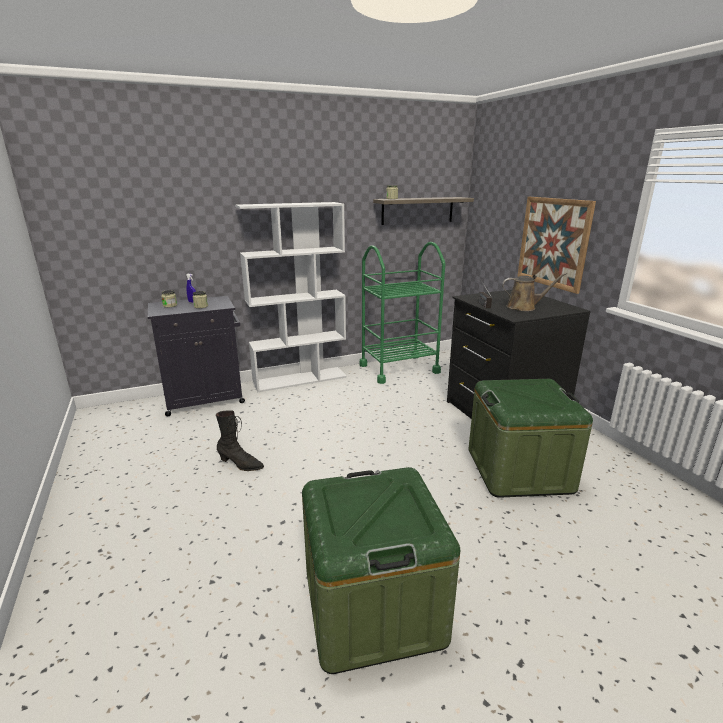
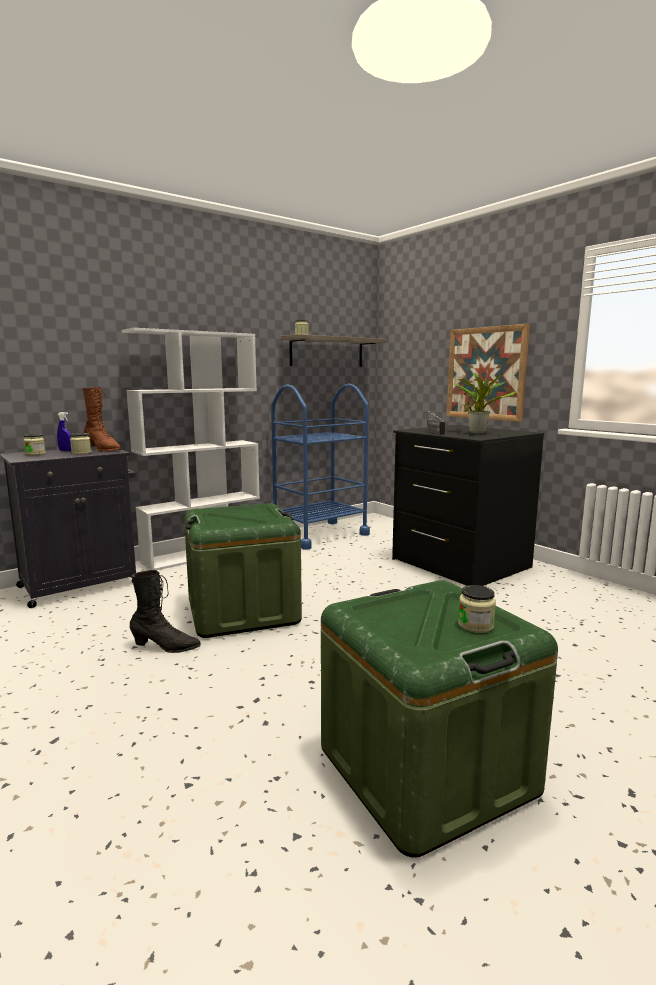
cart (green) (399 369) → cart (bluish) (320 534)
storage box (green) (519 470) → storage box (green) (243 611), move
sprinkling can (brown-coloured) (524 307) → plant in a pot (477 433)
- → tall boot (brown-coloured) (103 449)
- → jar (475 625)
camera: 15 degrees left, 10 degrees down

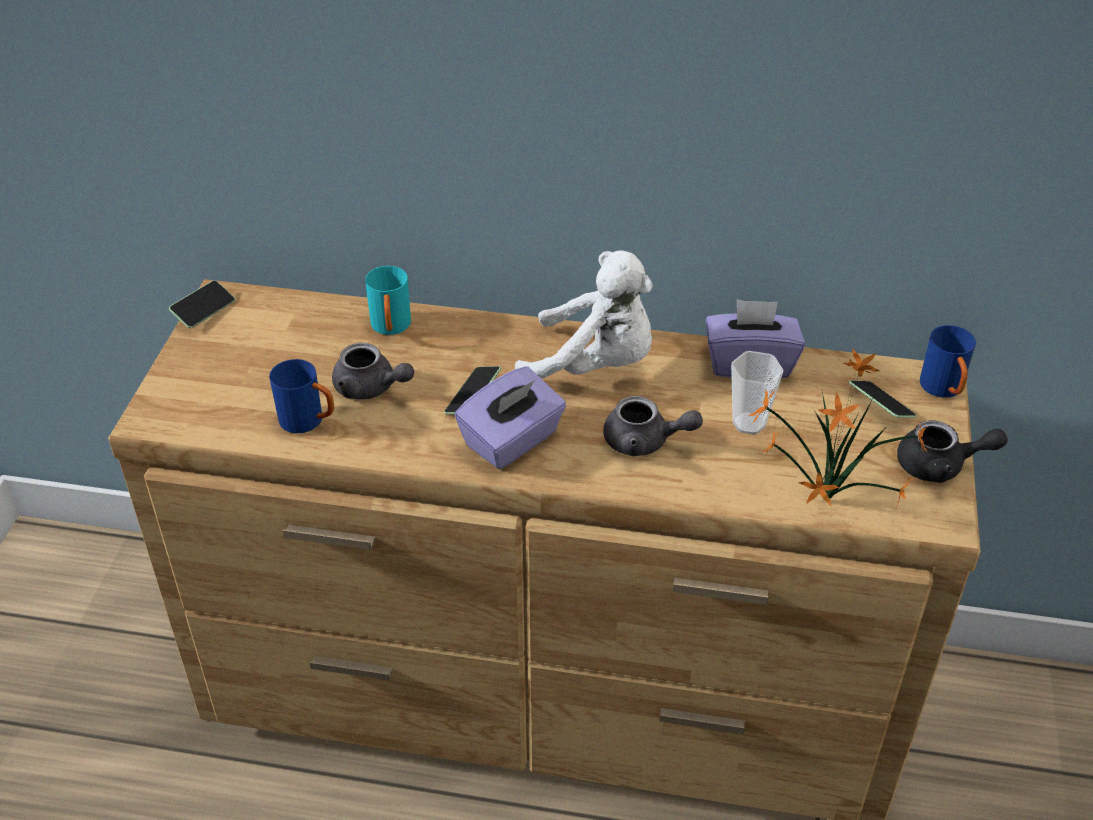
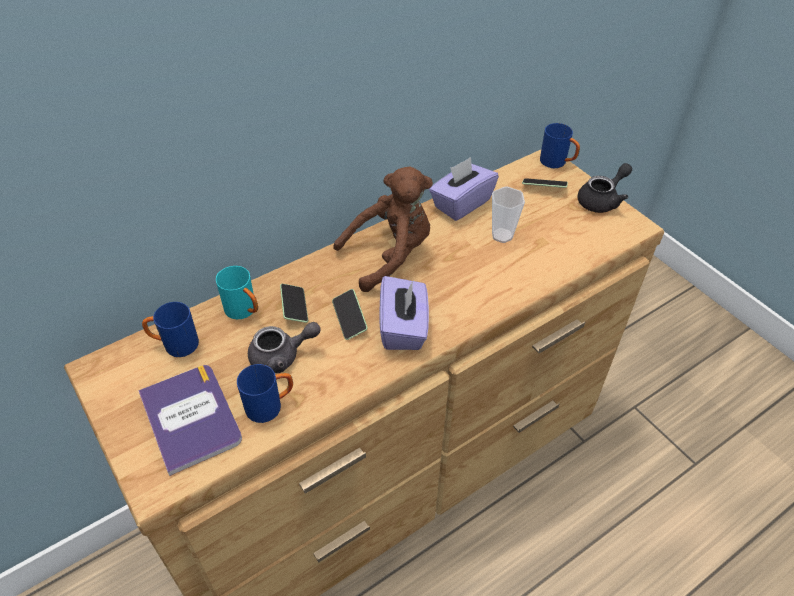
telephone (204 311) → telephone (294 308), move
plush toy (white-coloured) (594 365) → plush toy (brown-coloured) (390 255)
teapot (greyish) (645 442) → -
plant in a pot (820 498) → -
- → bound book (191 418)
- → coffee mug (bluish) (174 345)
camera: 45 degrees left, 5 degrees up

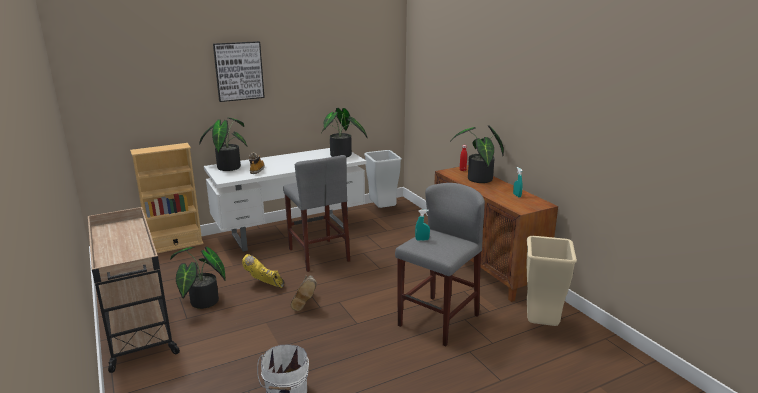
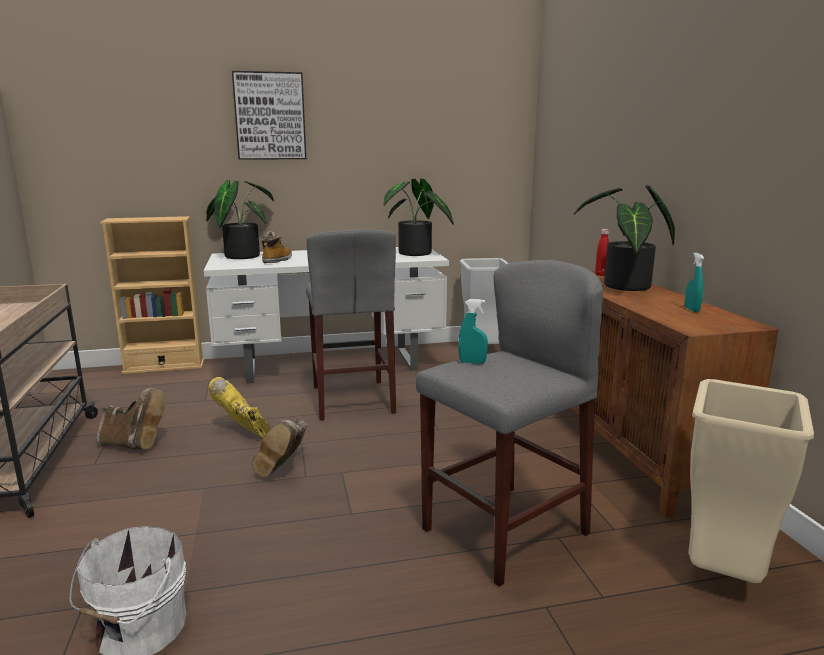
plant in a pot (201 303) → tall boot (brown-coloured) (133 445)
camera: 15 degrees right, 5 degrees down

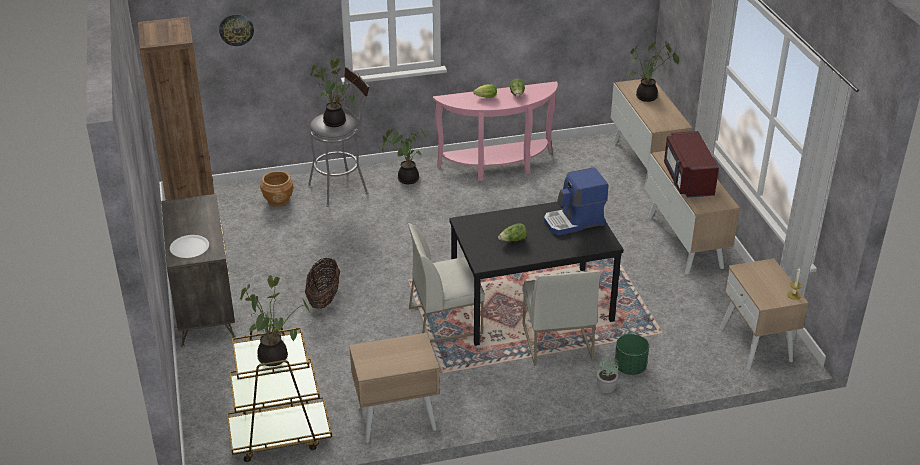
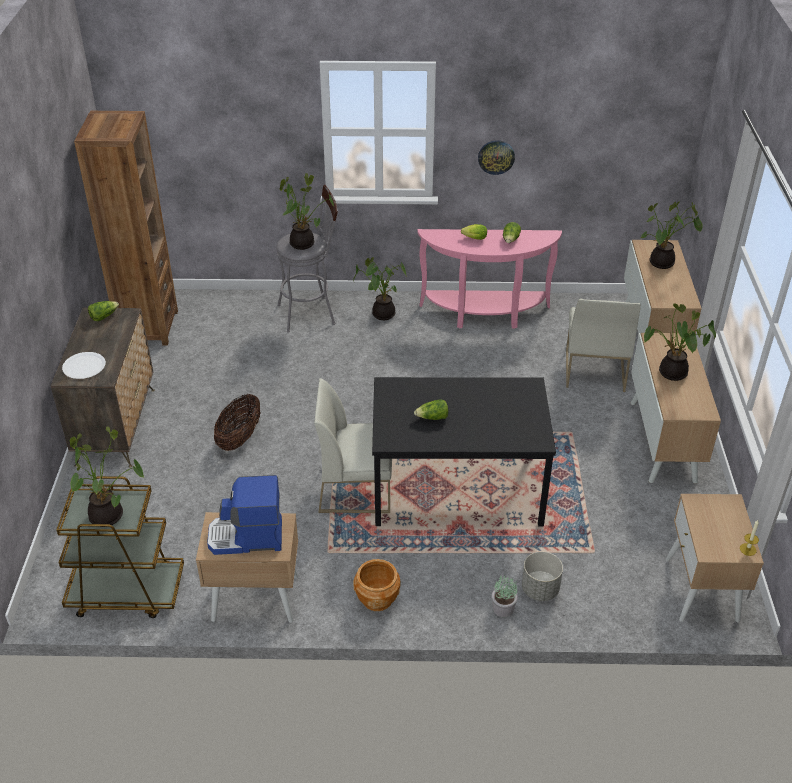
clock on the wall (236 29) → clock on the wall (496 157), move
plant pot (brown-coloured) (278 200) → plant pot (brown-coloured) (377 598), move
upright chair (white-coloured) (556 341) → upright chair (white-coloured) (594 369), move
coffee brewer (574 222) → coffee brewer (246 538), move
plant pot (green) (630 367) → plant pot (greyish) (540 589)
kitchen microwave (reddish) (687 179) → plant in a pot (670 374)
- → lettuce (104 316)
camera: 15 degrees right, 5 degrees up

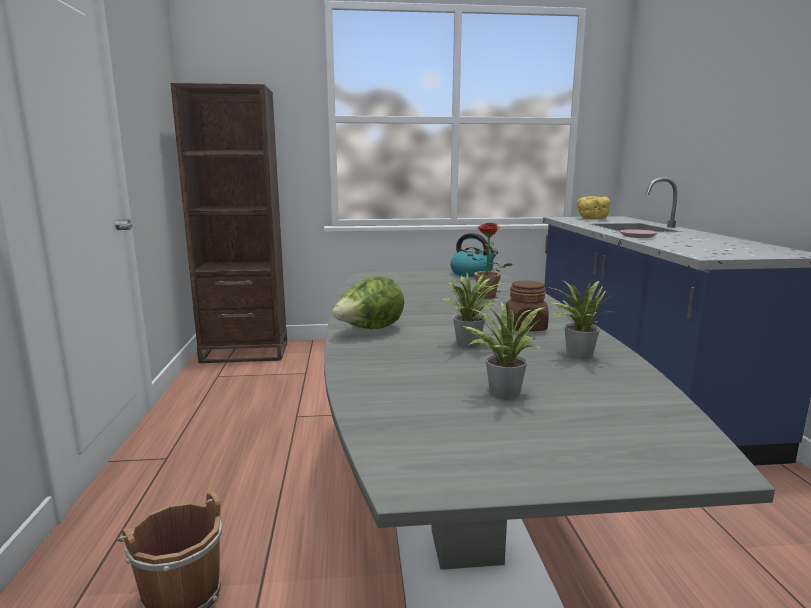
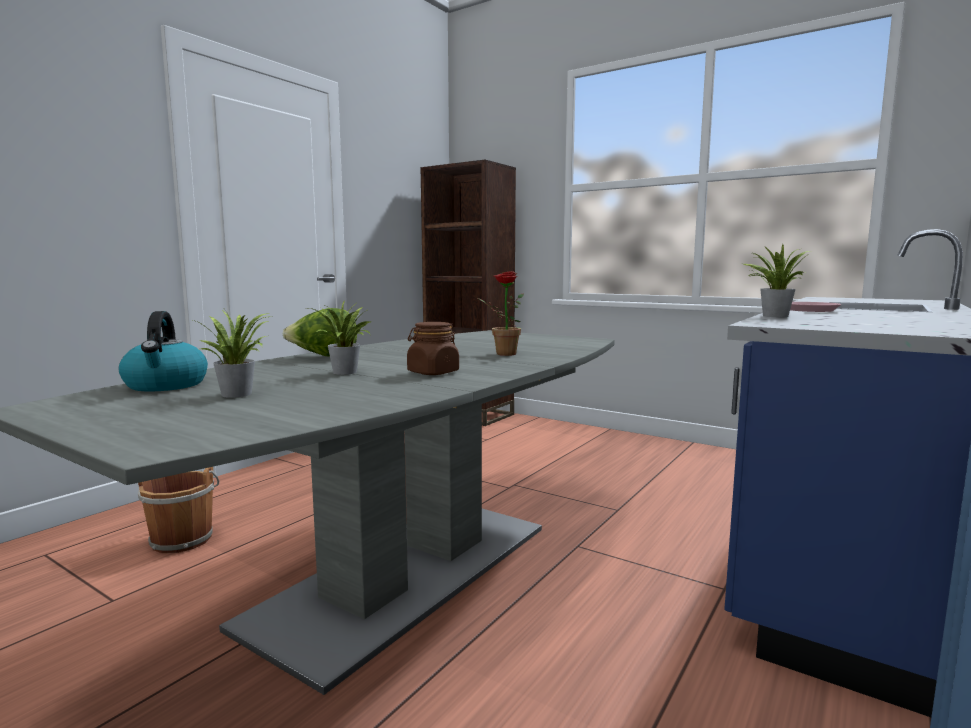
tea kettle (472 273) → tea kettle (166 385), move
plant in a pot (575 354) → plant in a pot (772 316), move
serving bowl (yellowish) (592 219) → -
camera: 40 degrees right, 5 degrees down

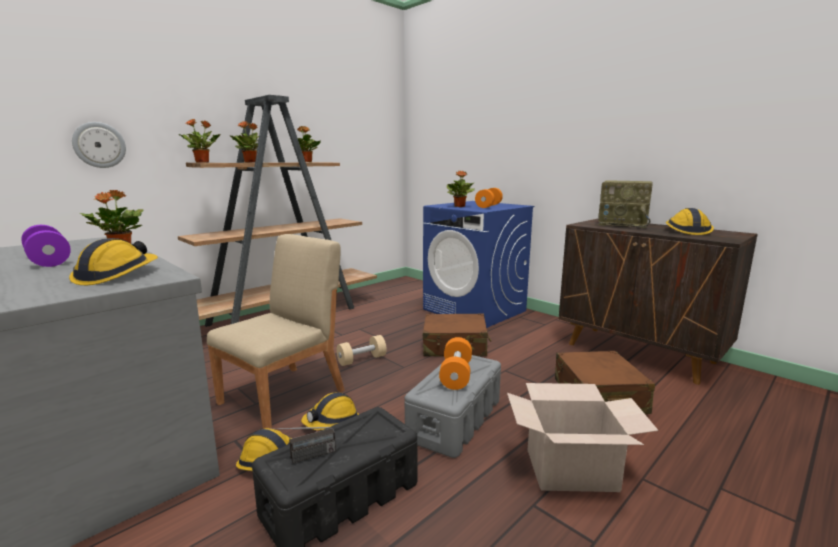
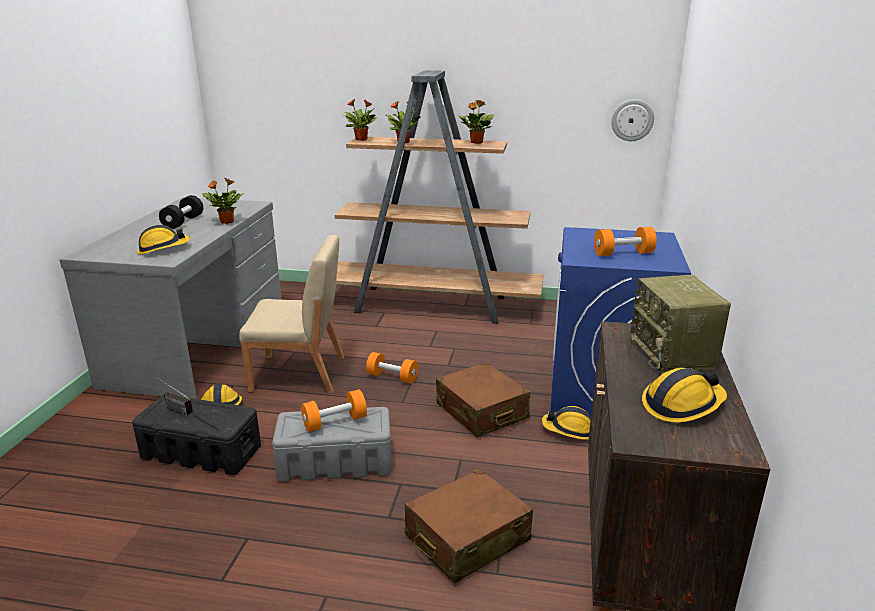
dumbbell (purple-coloured) (48 260) → dumbbell (black) (183 222)
clock on the wall (99 145) → clock on the wall (632 120), move
hard hat (332 421) → hard hat (569 430), move
dumbbell (beige) (362 360) → dumbbell (orange) (392 377)
plant in a pot (460 206) → -
carton (571 470) → -
camera: 55 degrees right, 10 degrees up

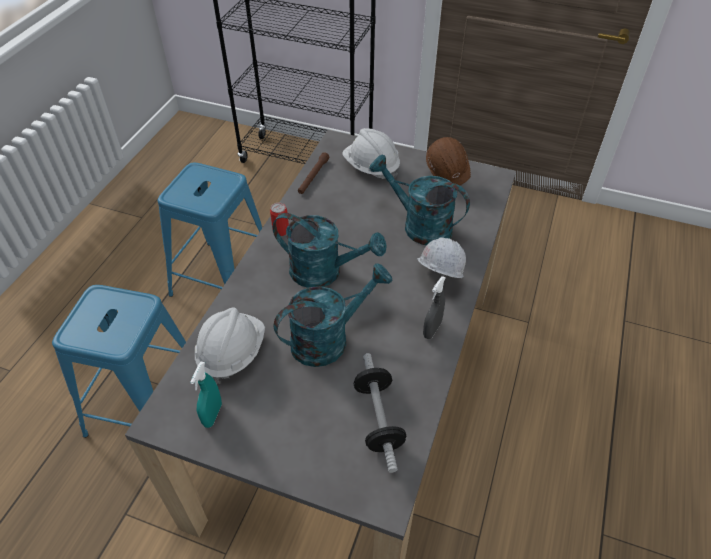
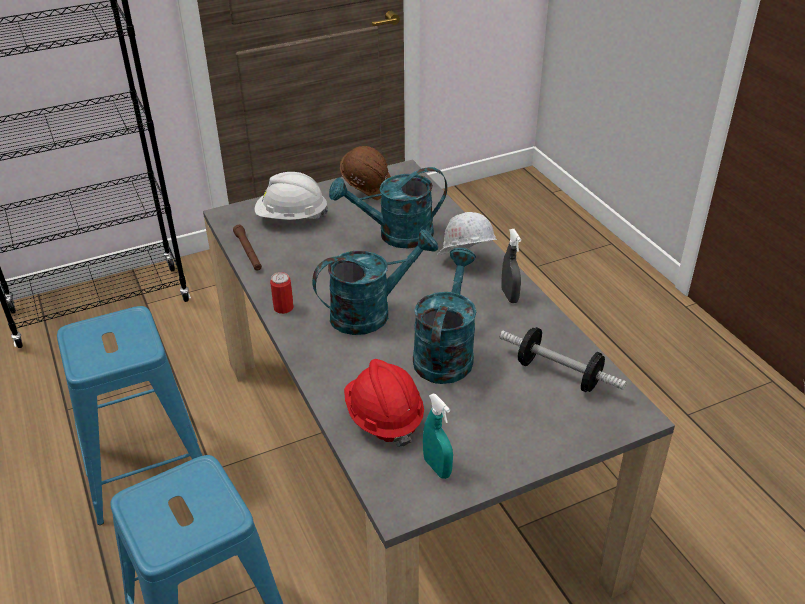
hard hat (white-coloured) (232 353) → hard hat (reddish) (384 417)
camera: 45 degrees left, 10 degrees down

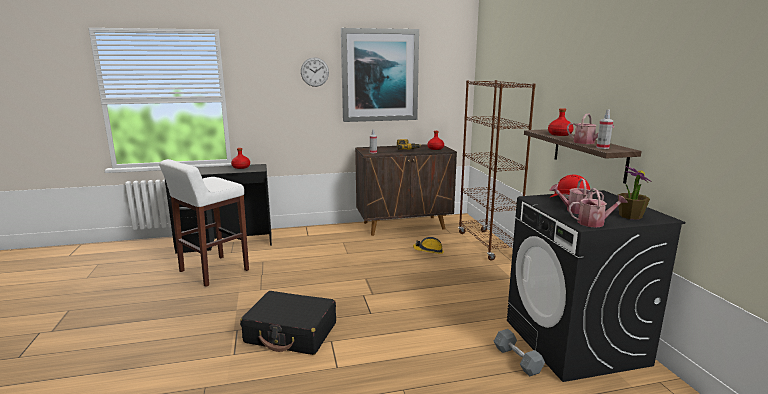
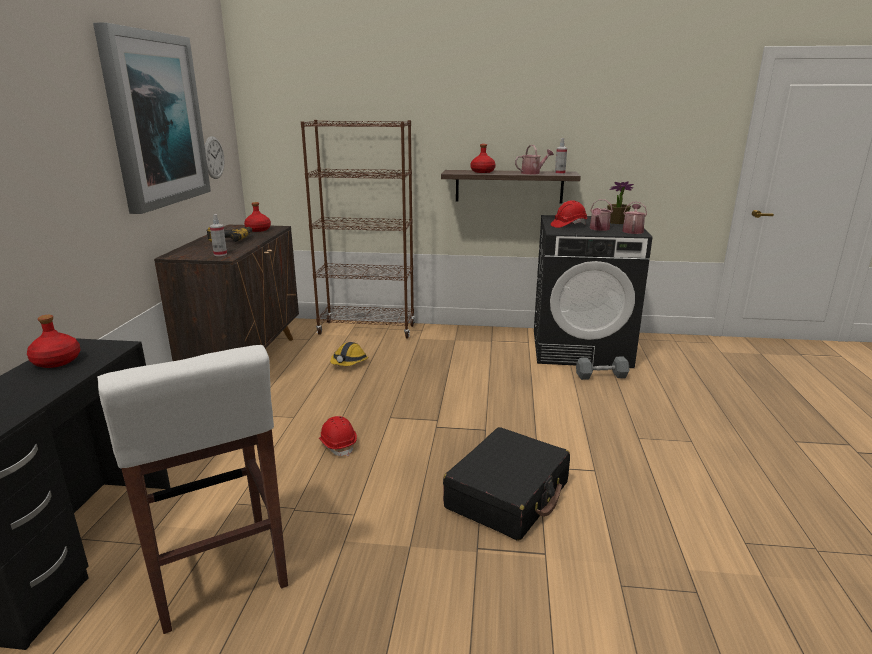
clock on the wall (314 72) → clock on the wall (213 157), move
- → hard hat (reddish) (338 445)
camera: 70 degrees left, 5 degrees up

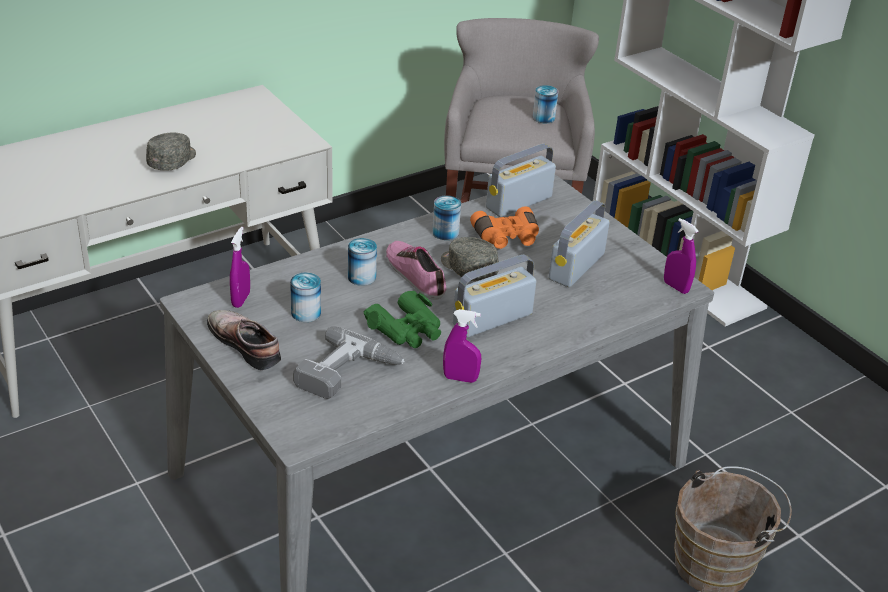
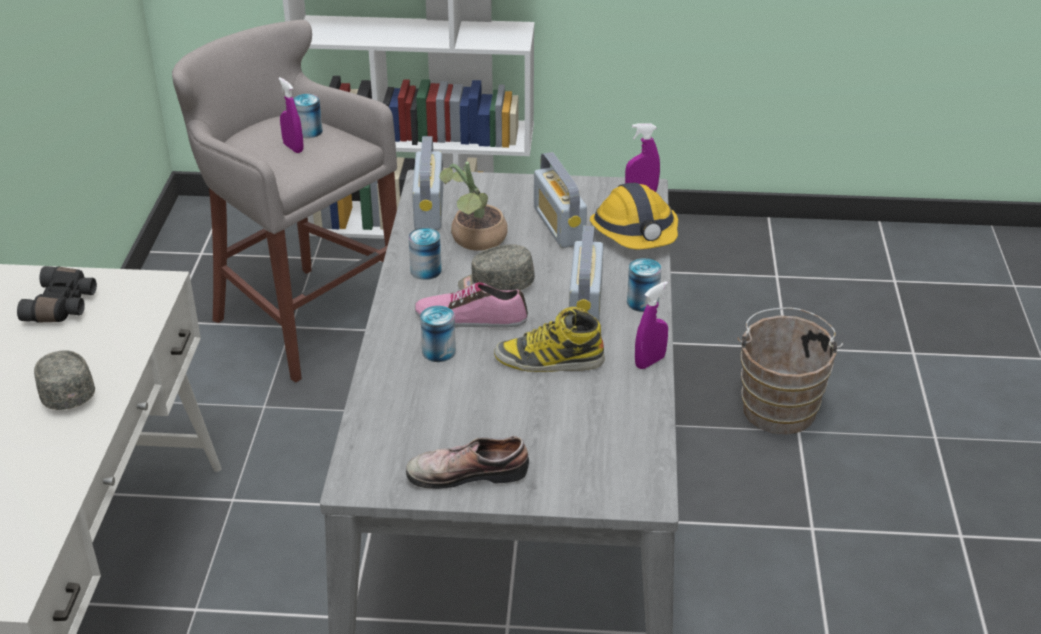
hand sprayer (purple-coloured) (241 299) → hand sprayer (purple-coloured) (293 148), move
metal can (306 313) → metal can (642 302), move
drill (348 374) → -
field glasses (green) (407 329) → tall boot (549 360)
field glasses (orange) (506 238) → plant in a pot (475 241)
- → field glasses (black) (63 306)
- → hard hat (635 233)
camera: 50 degrees left, 0 degrees up

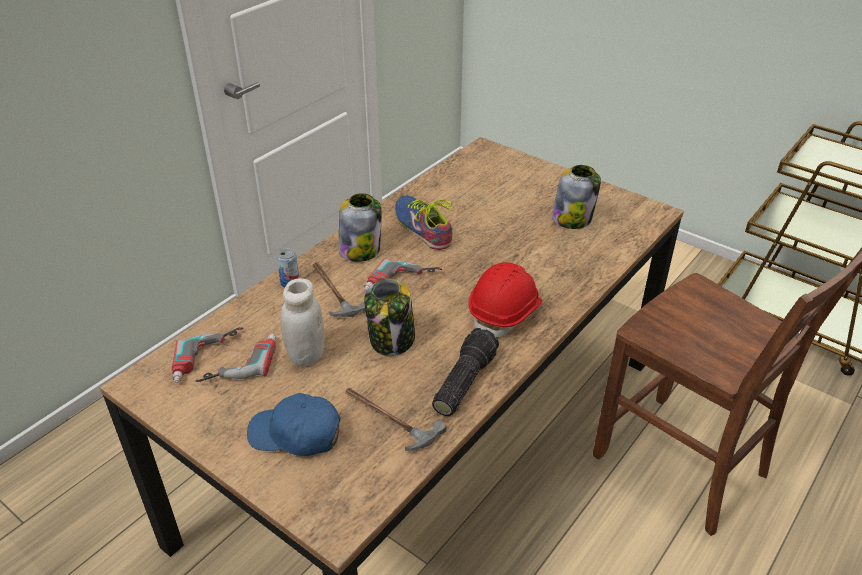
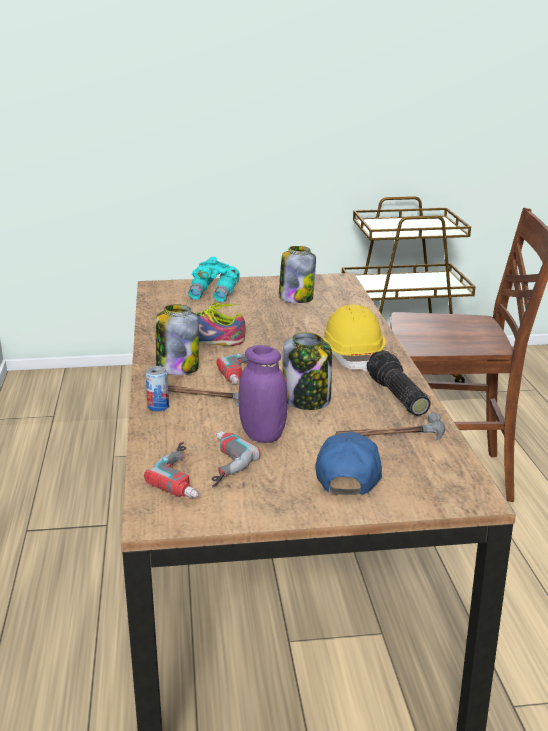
peaked cap (bluish) (296 434) → peaked cap (bluish) (349 474), 135 degrees clockwise
jar (white-coloured) (306 355) → jar (purple-coloured) (262 435)
hard hat (reddish) (505 313) → hard hat (yellowish) (351 355)
- → field glasses (turquoise-coloured) (214 294)
camera: 45 degrees left, 15 degrees down

